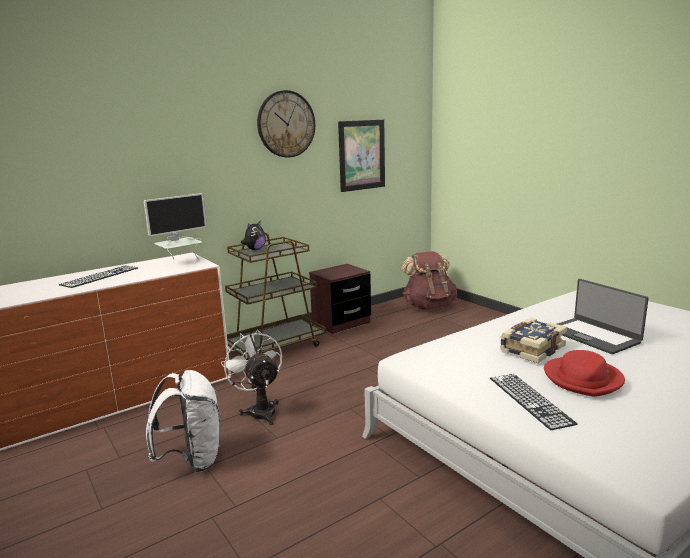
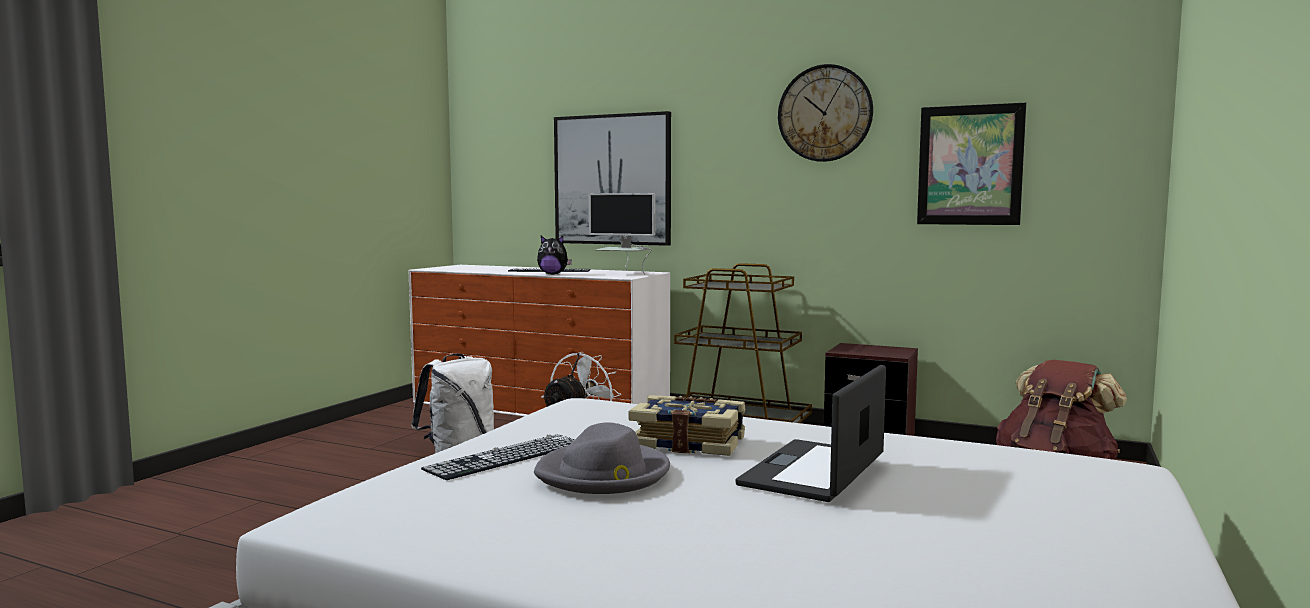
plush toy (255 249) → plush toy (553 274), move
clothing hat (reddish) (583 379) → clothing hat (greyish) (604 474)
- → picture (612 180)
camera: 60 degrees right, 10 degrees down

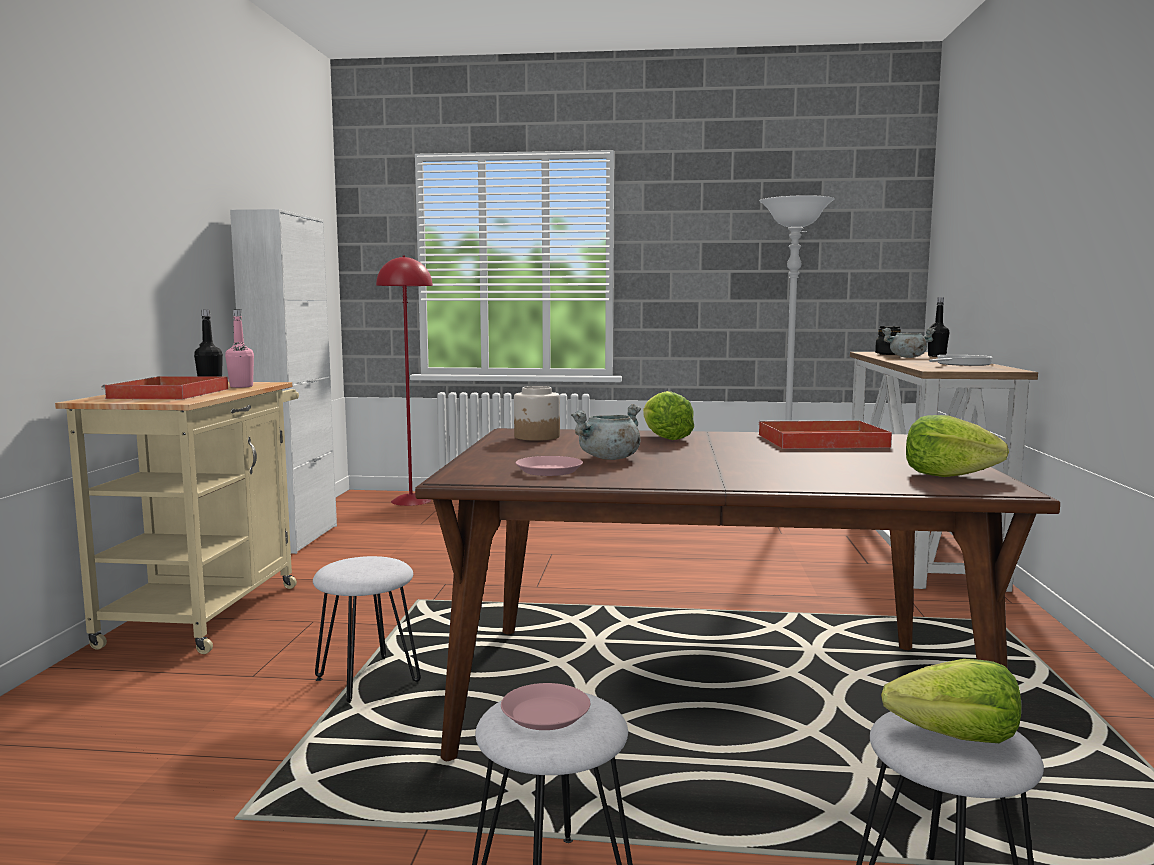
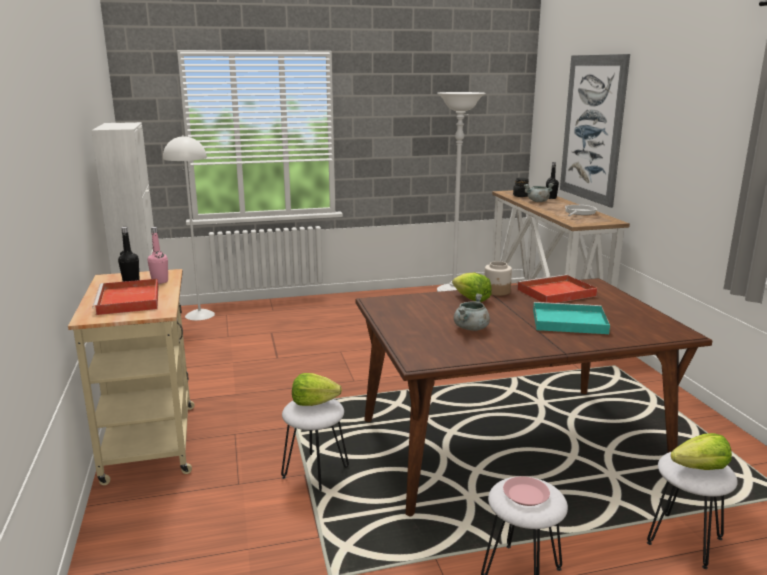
standing lamp (reddish) (410 501) → standing lamp (white-coloured) (199 315)
jar (537 437) → jar (497 291), move
plate (pink) (549 470) → -
lettuce (947 475) → lettuce (314 402), move
- → serving tray (turquoise-coloured) (567 322)
- → picture (592 128)
camera: 20 degrees left, 10 degrees up

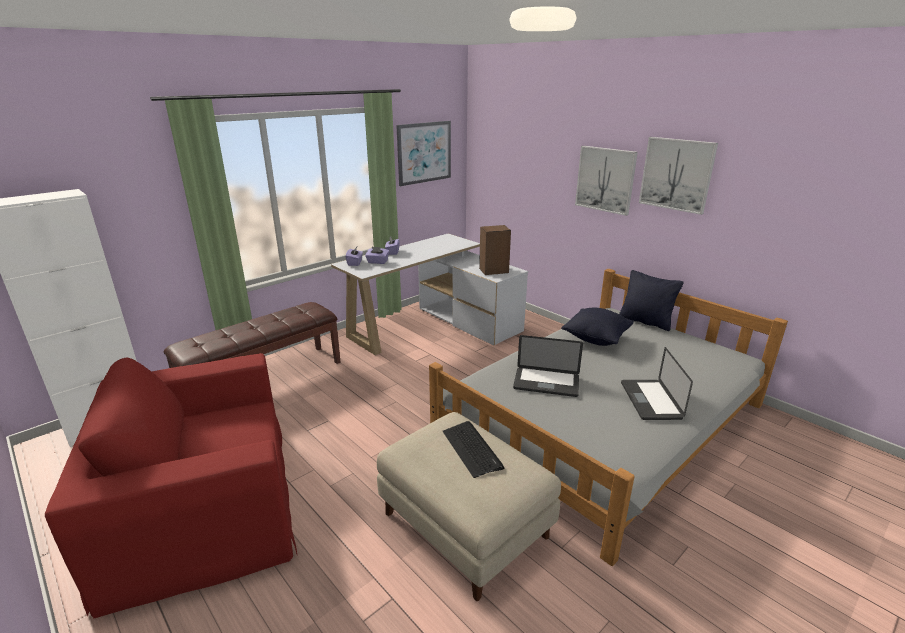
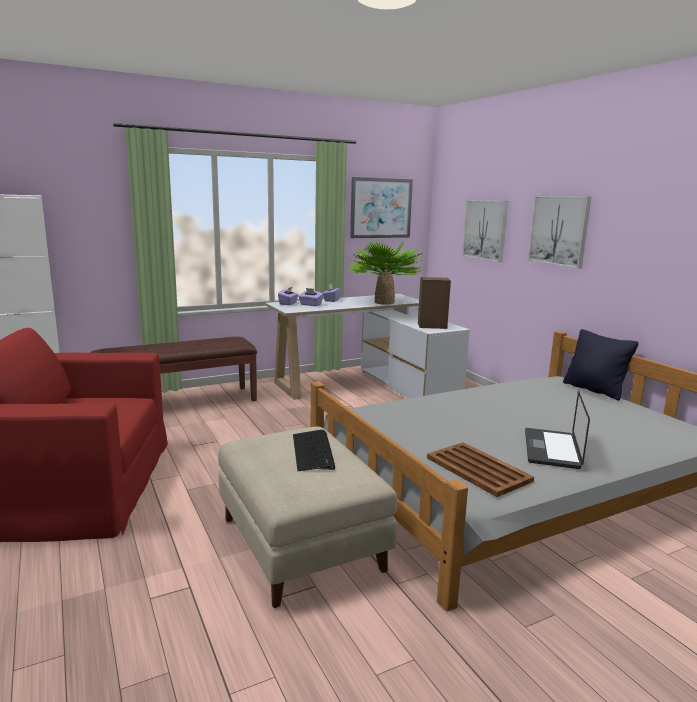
laptop (546 383) → -
cushion (black) (596 339) → -
picture (676 174) → picture (485 230), move
- → plant in a pot (384 302)
- → serving tray (brown-coloured) (477 469)
camera: 15 degrees right, 10 degrees down

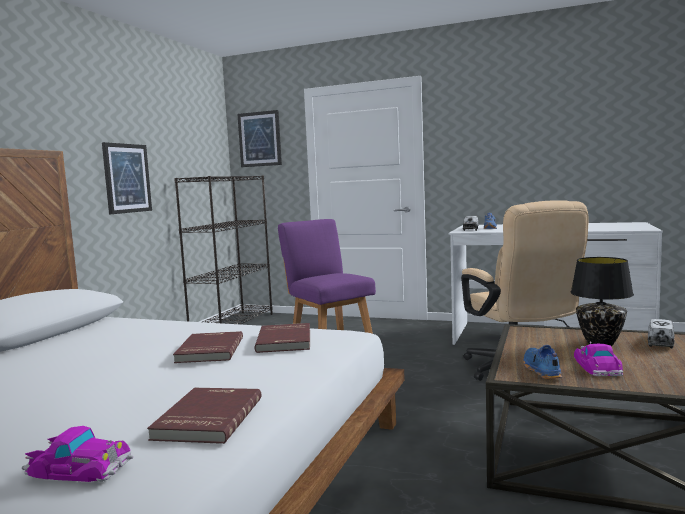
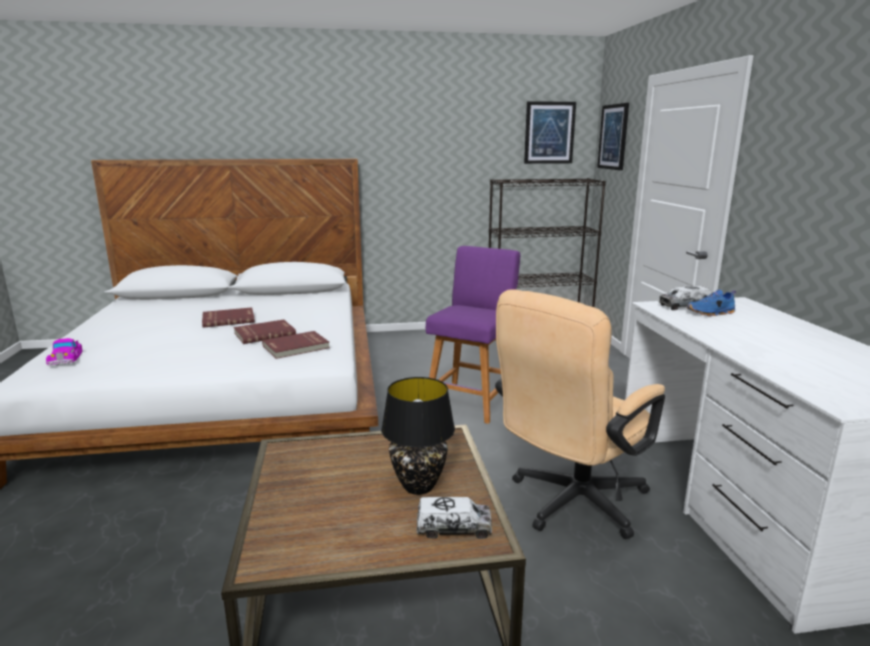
picture (127 178) → picture (549 133), move
bound book (reddish) (206 418) → bound book (reddish) (228 319), move
shoe (bluish) (540 370) → -
toy car (598 366) → -
camera: 60 degrees right, 10 degrees up

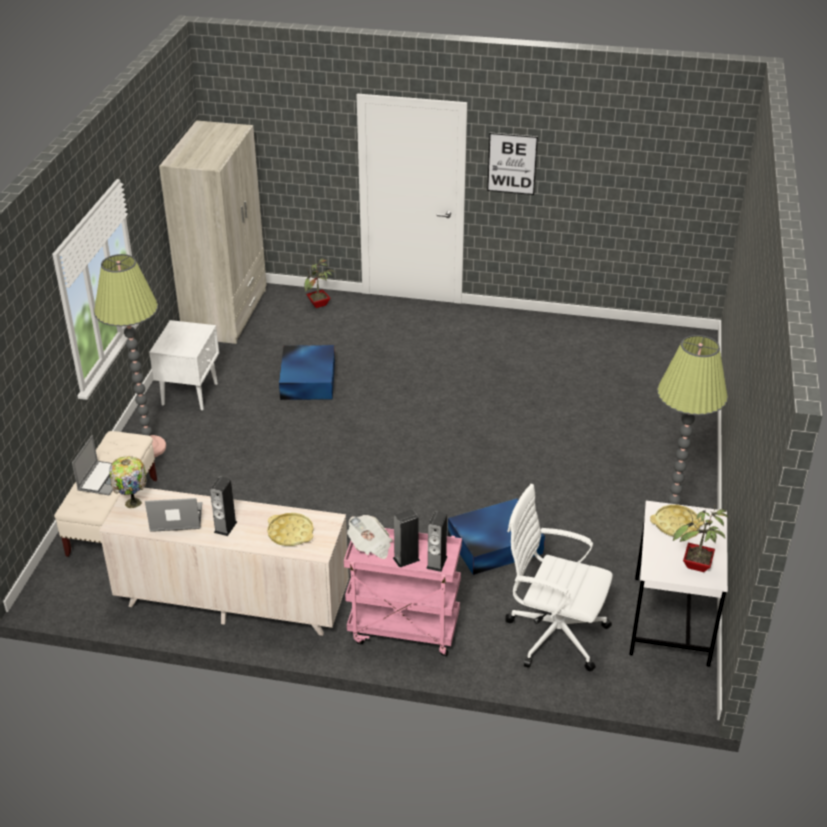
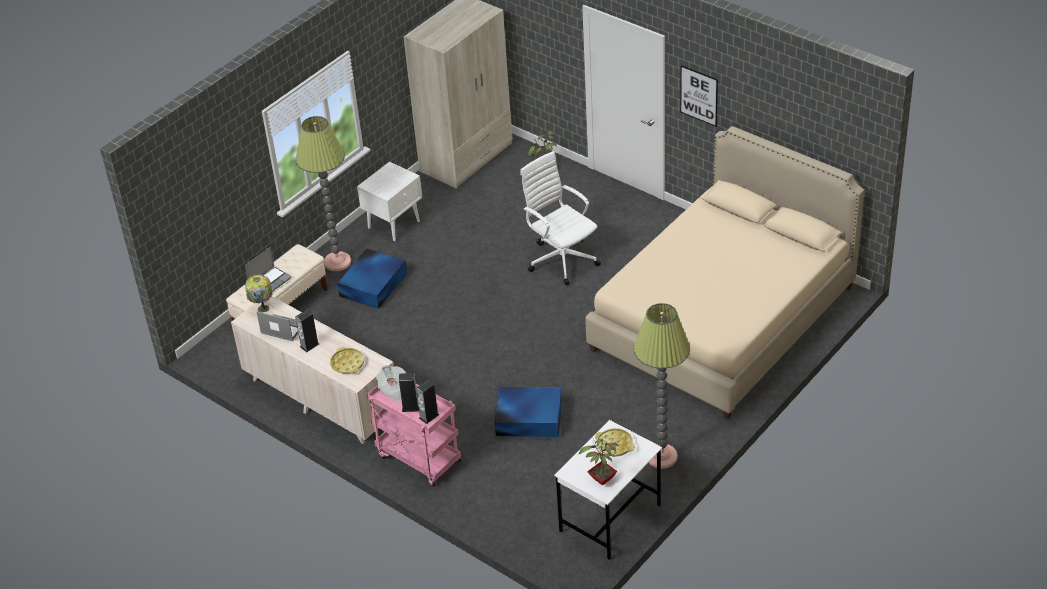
storage box (bluish) (308 379) → storage box (bluish) (374 284), move
office chair (white-coloured) (553 634) → office chair (white-coloured) (561 259), move
- → bed (beige) (722 318)
camera: 30 degrees right, 5 degrees up

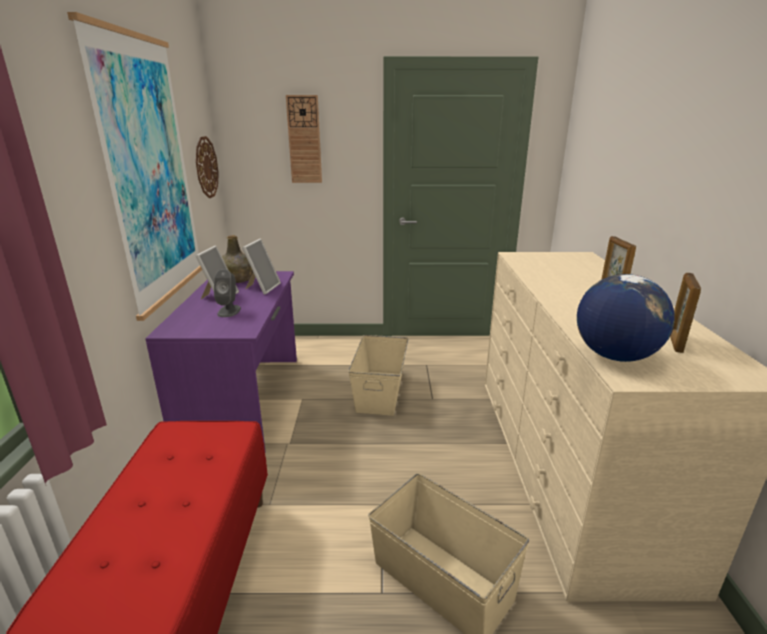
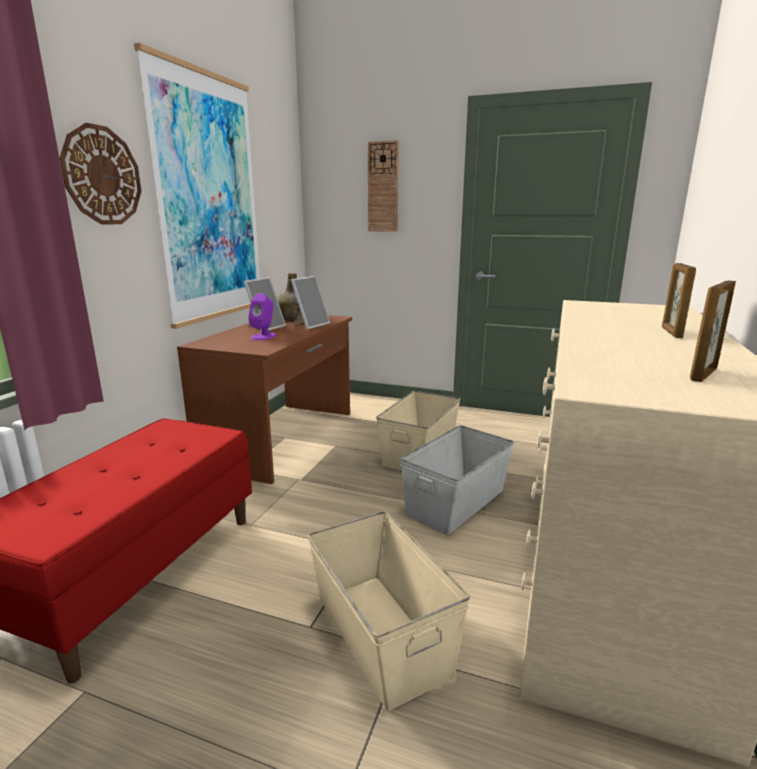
desk table (purple-coloured) (245 400) → desk table (brown-coloured) (282 438)
clock on the wall (206 167) → clock on the wall (102 176), move
speaker (greyish) (229 311) → speaker (purple-coloured) (264 336)
globe (614 356) → -
- → storage box (greyish) (457 502)
camera: 20 degrees right, 5 degrees down

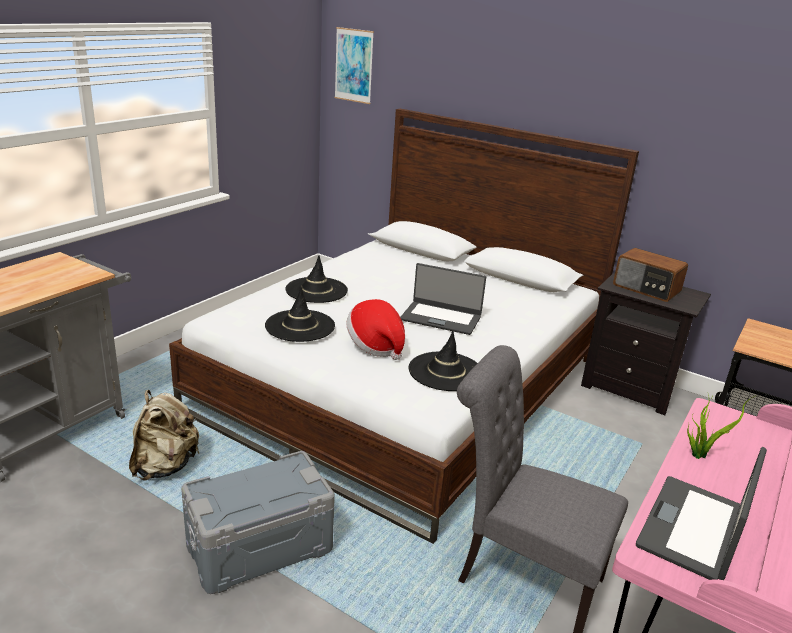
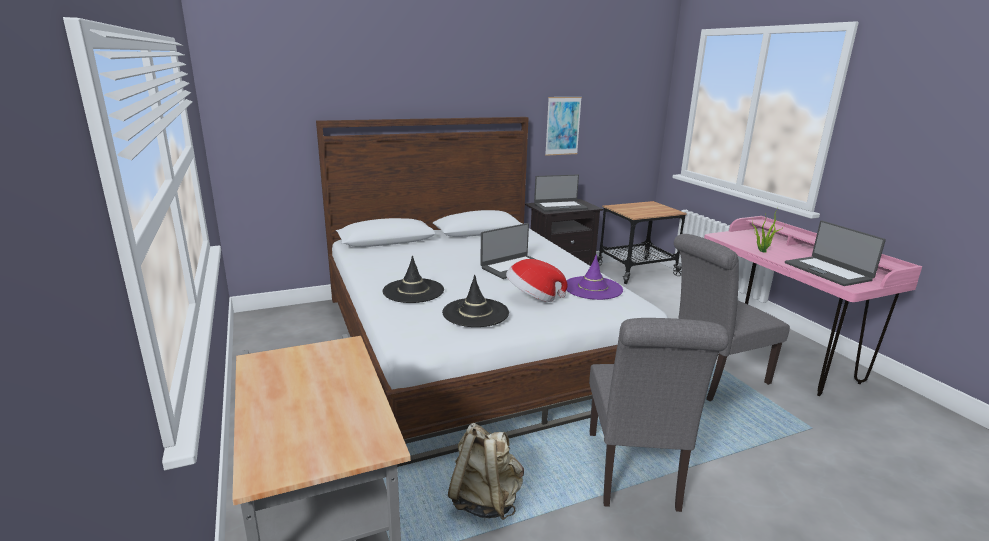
storage box (greyish) (259 546) → upright chair (greyish) (634 475)
picture (354 65) → picture (562 126), move
clothing hat (black) (445 371) → clothing hat (purple-coloured) (592 288)
radio receiver (646 289) → laptop (560 206)
camera: 55 degrees left, 5 degrees down

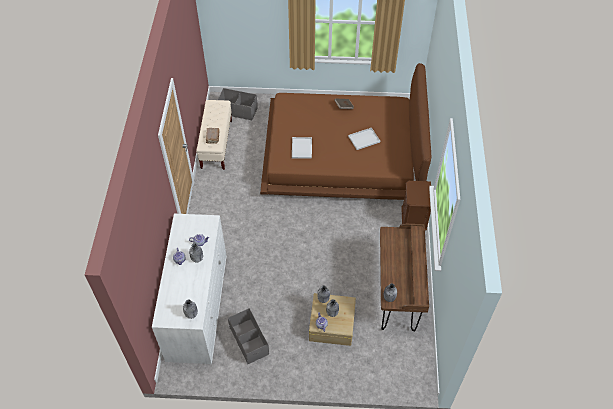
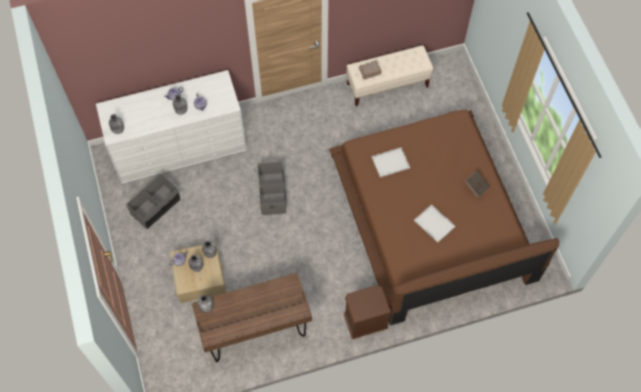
storage box (greyish) (238 110) → storage box (greyish) (272 193), move
camera: 70 degrees right, 10 degrees up

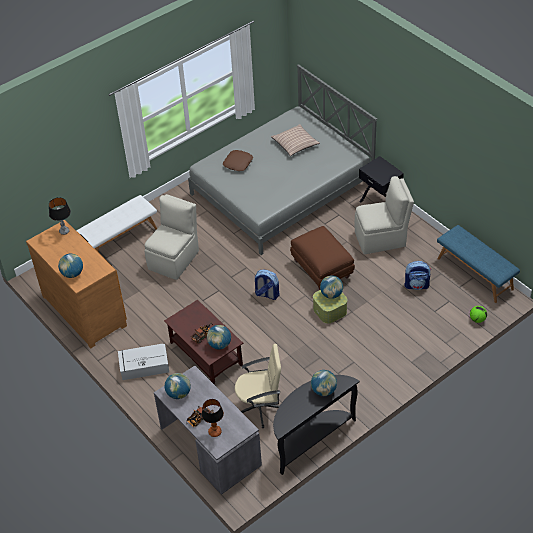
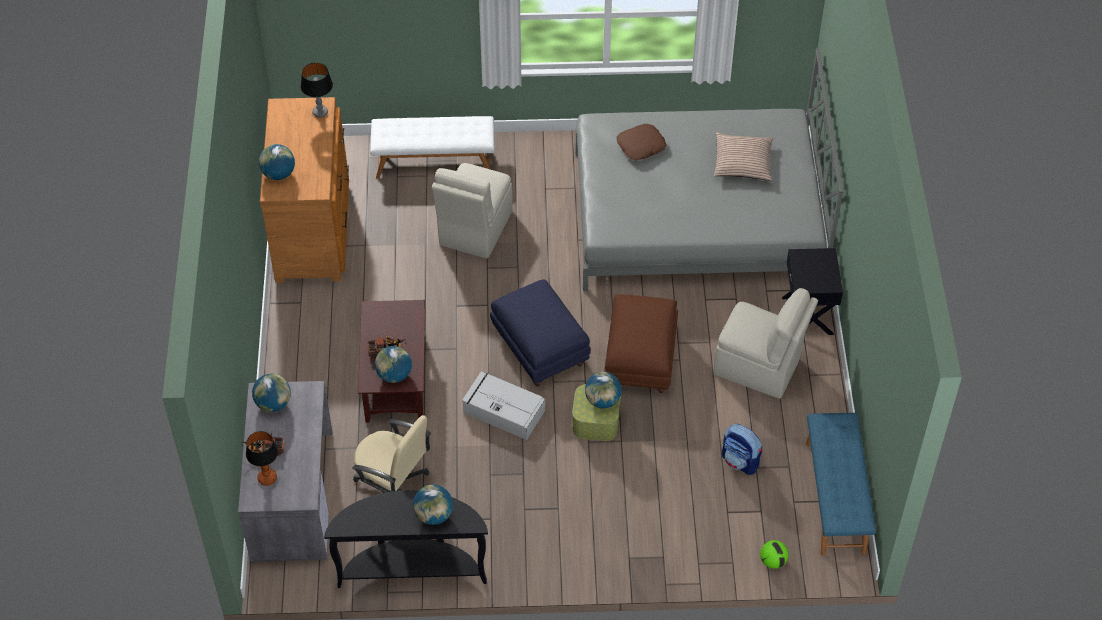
storage box (greyish) (143 366) → storage box (greyish) (503 411), move
upright chair (beige) (174 259) → upright chair (beige) (474 229), 135 degrees clockwise
backpack (266 294) → footrest (bluish) (539 348)
camera: 35 degrees right, 5 degrees up

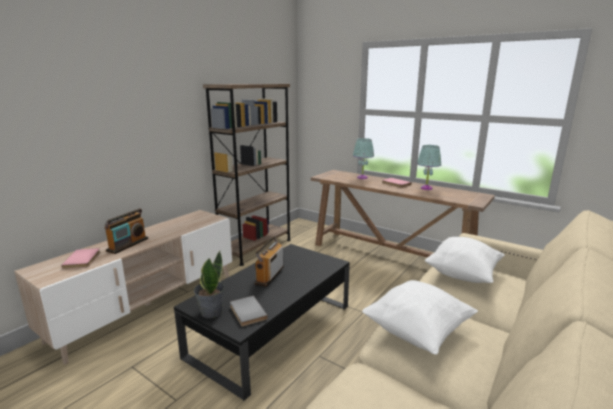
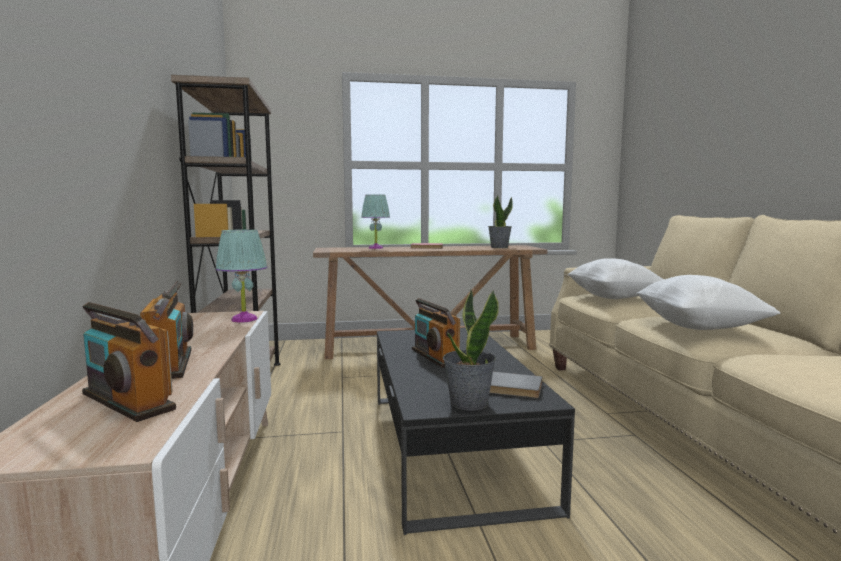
bound book (pink) (83 260) → radio receiver (127 401)
tabletop lamp (turquoise-coloured) (426 188) → tabletop lamp (turquoise-coloured) (244 319), move
- → plant in a pot (499 247)
camera: 45 degrees left, 10 degrees down

